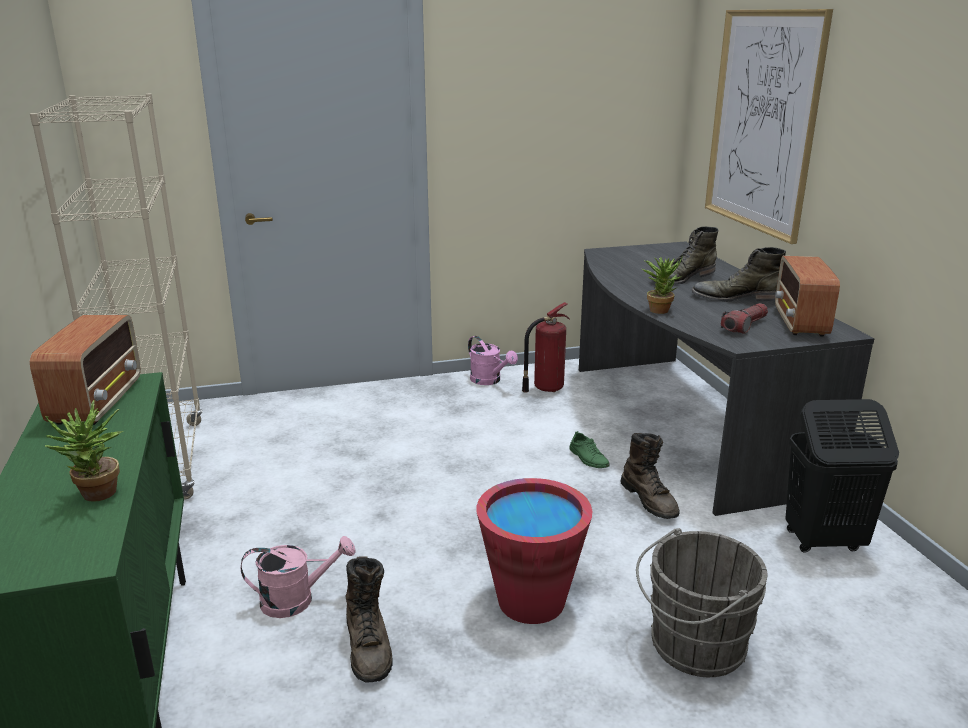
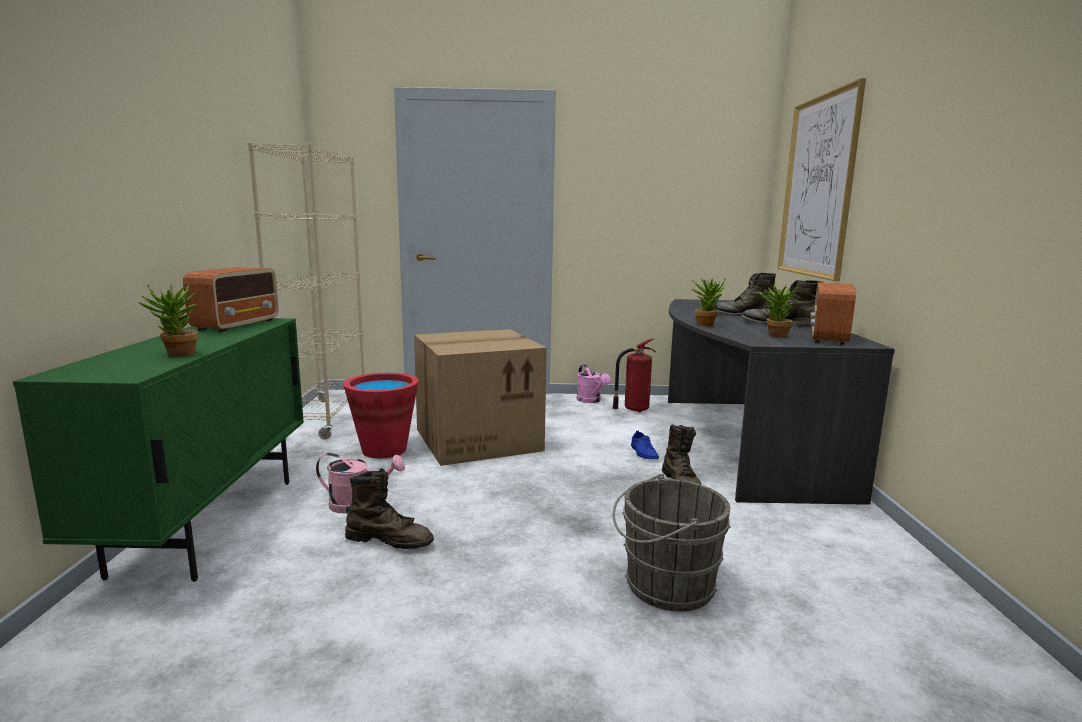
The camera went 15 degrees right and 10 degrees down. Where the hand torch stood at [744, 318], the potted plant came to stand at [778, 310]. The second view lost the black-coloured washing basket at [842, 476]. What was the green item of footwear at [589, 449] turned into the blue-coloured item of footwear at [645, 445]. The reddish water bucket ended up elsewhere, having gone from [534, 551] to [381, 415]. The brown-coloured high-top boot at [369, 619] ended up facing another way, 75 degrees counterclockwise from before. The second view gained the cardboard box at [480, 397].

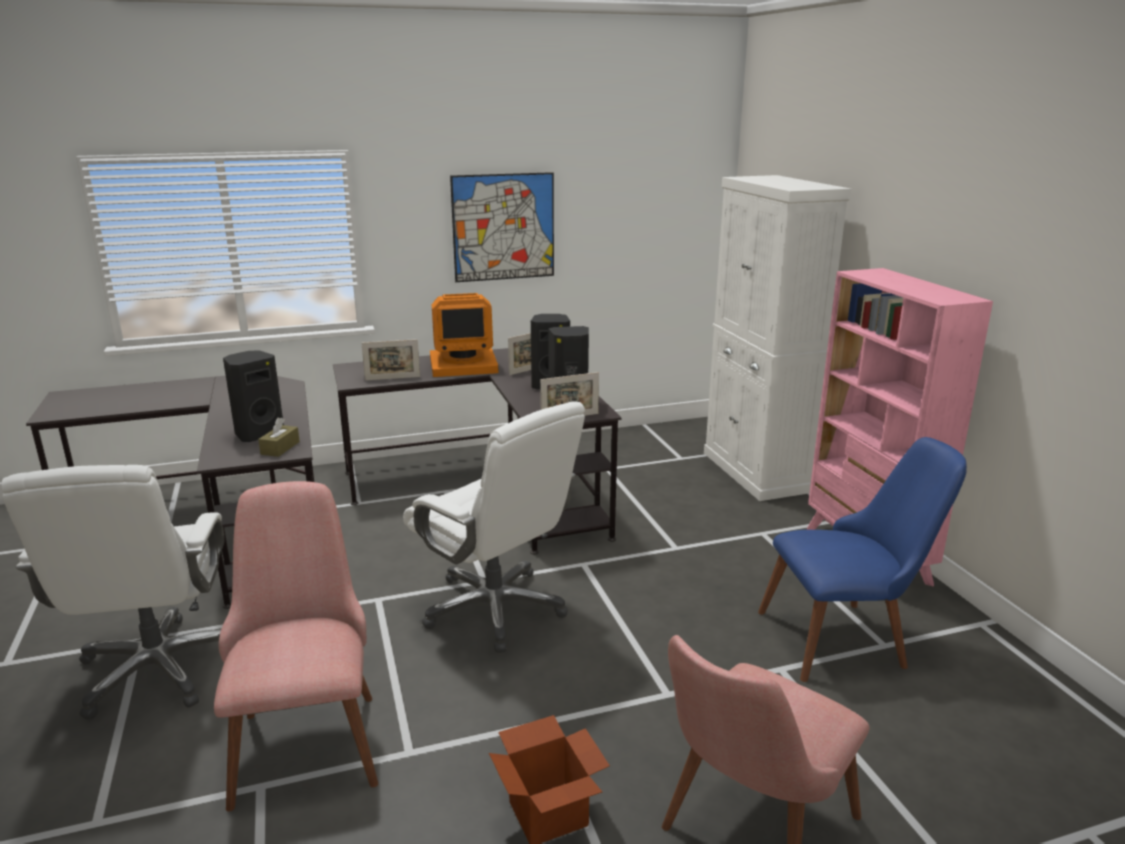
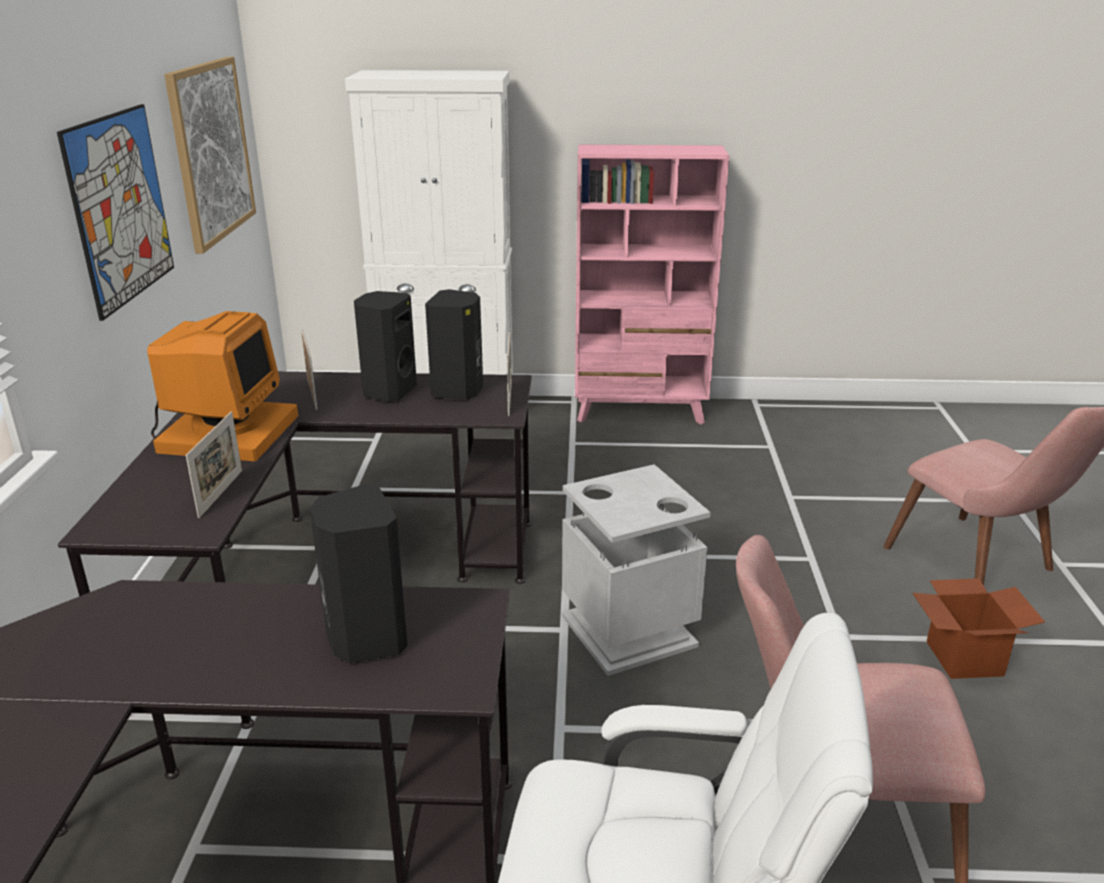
The camera went 70 degrees left and 5 degrees up. Where the whitish desk chair stood at [494, 527], the greyish trash can came to stand at [636, 570]. The second view lost the brown-coloured tissue box at [279, 437]. The second view lost the blue-coloured chair at [862, 559]. The second view gained the picture at [210, 155].

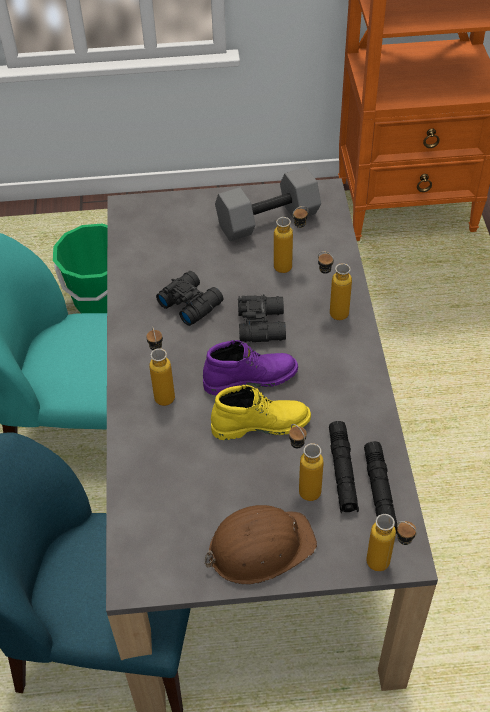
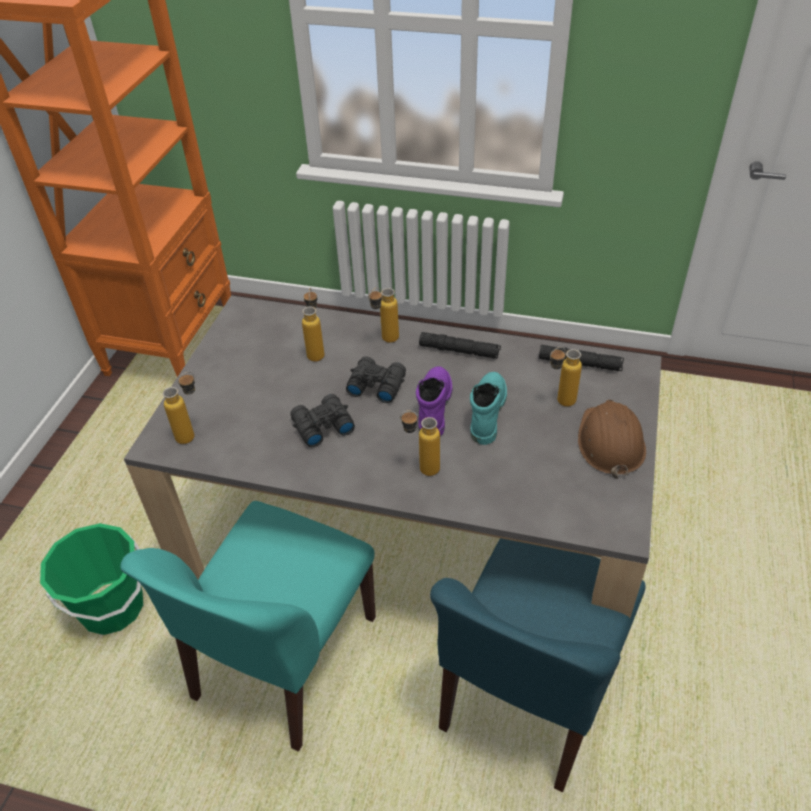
The camera went 70 degrees left and 5 degrees down. The second view lost the greyish free weight at [268, 204]. What was the yellow high-top boot at [261, 412] turned into the blue-green high-top boot at [488, 408]. The black-coloured hand torch ended up elsewhere, having gone from [344, 467] to [460, 345]. The drink bottle ended up elsewhere, having gone from [391, 542] to [179, 408].

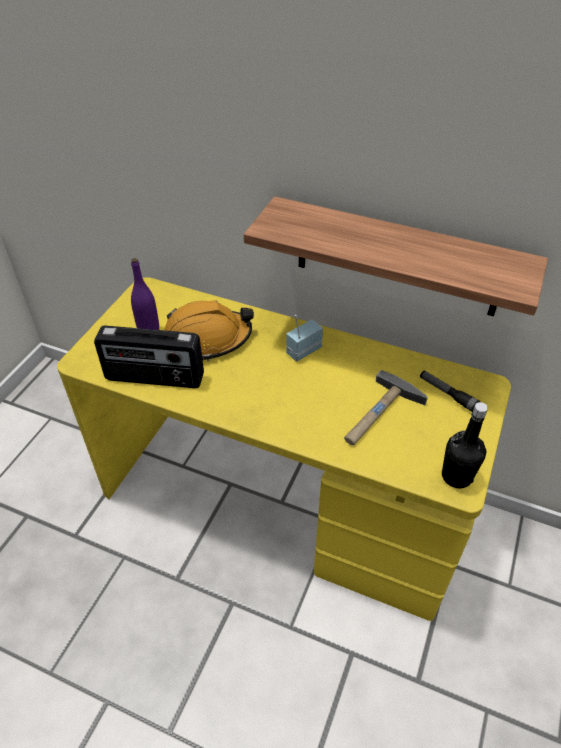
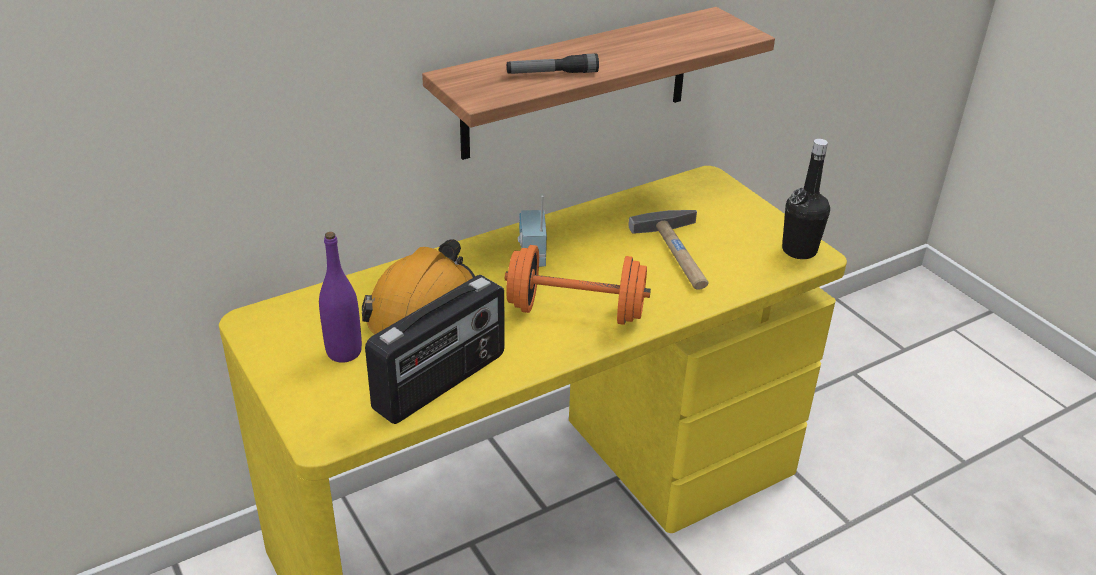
The camera went 55 degrees left and 10 degrees down. The hand torch ended up elsewhere, having gone from [450, 391] to [553, 63]. The second view gained the orange free weight at [578, 285].

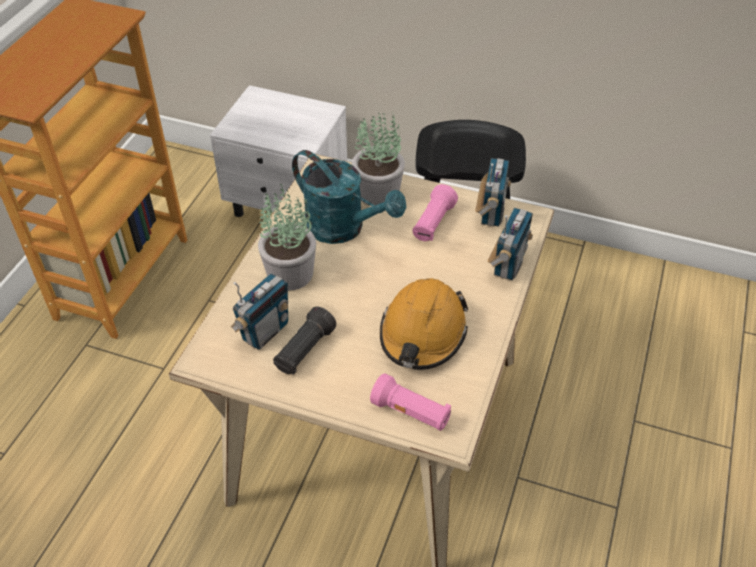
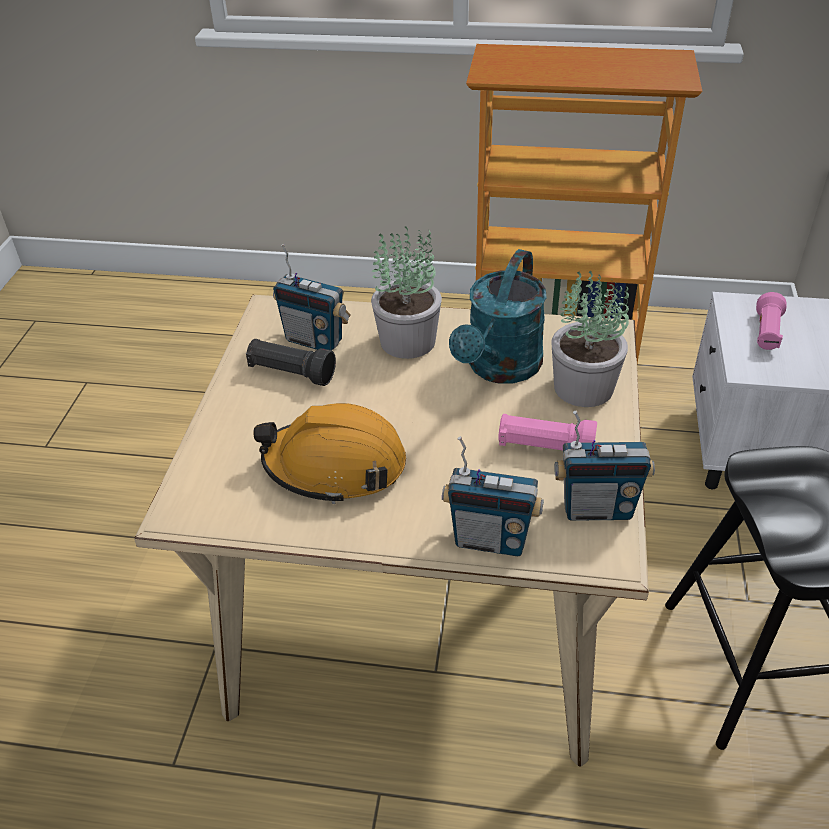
The camera went 80 degrees right and 5 degrees down. The pink-coloured hand torch ended up elsewhere, having gone from [410, 402] to [771, 321].

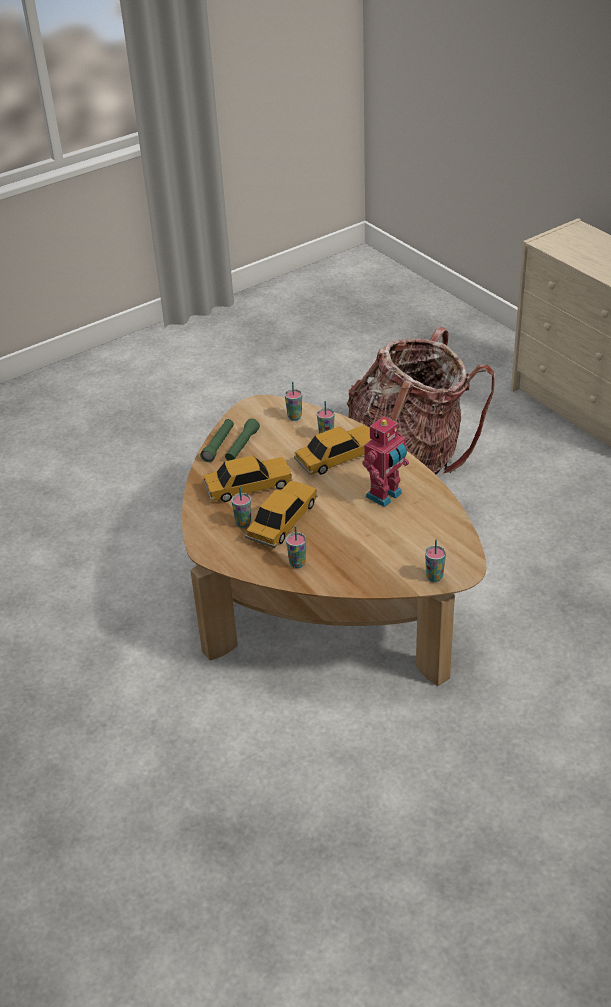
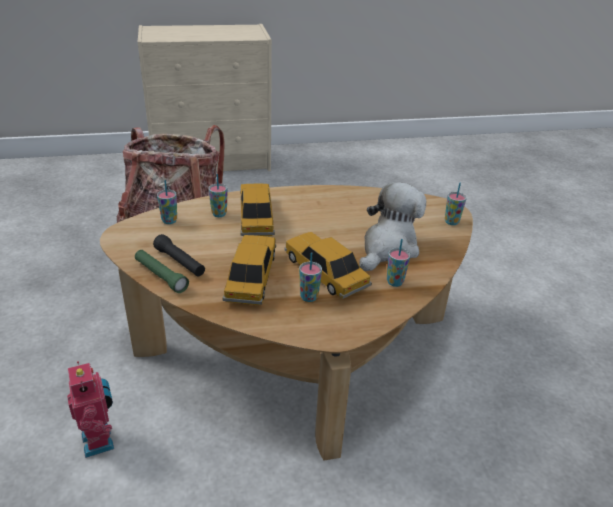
The camera went 70 degrees left and 5 degrees down. The model robot ended up elsewhere, having gone from [385, 461] to [90, 409]. What was the green hand torch at [242, 440] turned into the black-coloured hand torch at [179, 255]. The second view gained the soft toy at [392, 226].

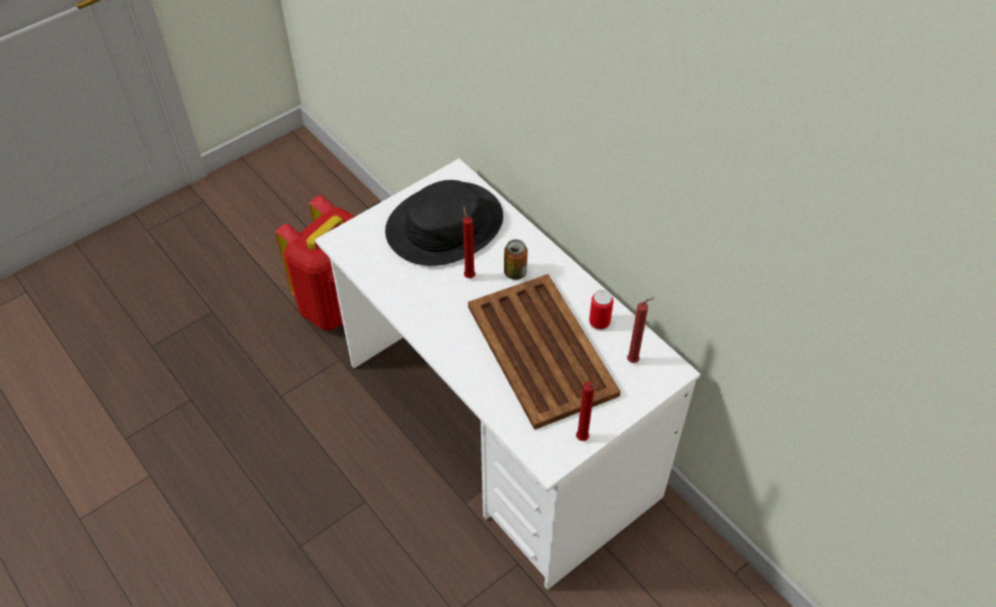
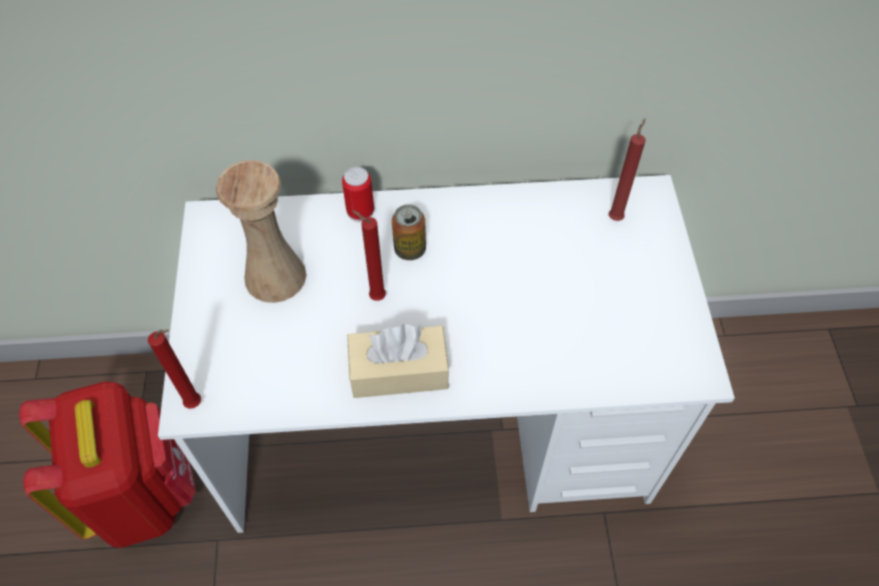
The camera went 55 degrees left and 5 degrees up. Where the black-coloured wearable hat stood at [444, 223], the beige decorative vase came to stand at [261, 231]. The second view lost the brown-coloured serving tray at [544, 352]. The can ended up elsewhere, having gone from [601, 310] to [358, 194]. The reddish candle ended up elsewhere, having gone from [586, 411] to [174, 369]. The second view gained the beige tissue box at [398, 361].

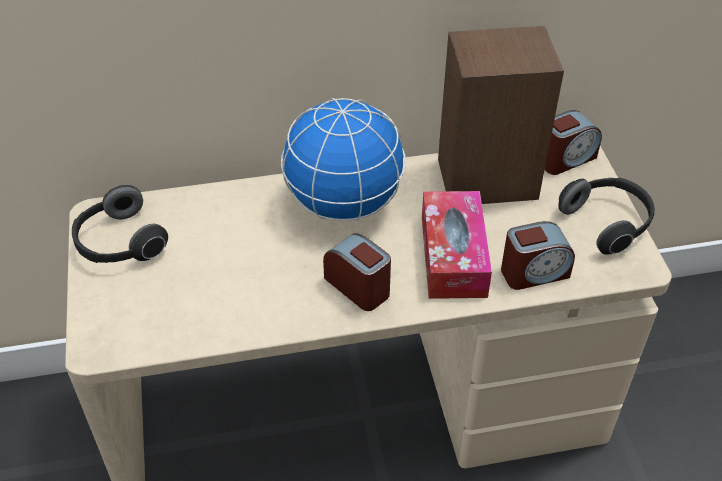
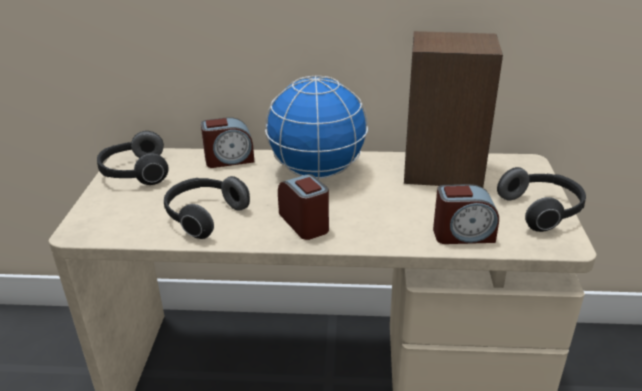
The camera went 15 degrees right and 15 degrees down. The table clock ended up elsewhere, having gone from [573, 142] to [227, 142]. The second view lost the tissue box at [457, 245]. The second view gained the headset at [207, 207].

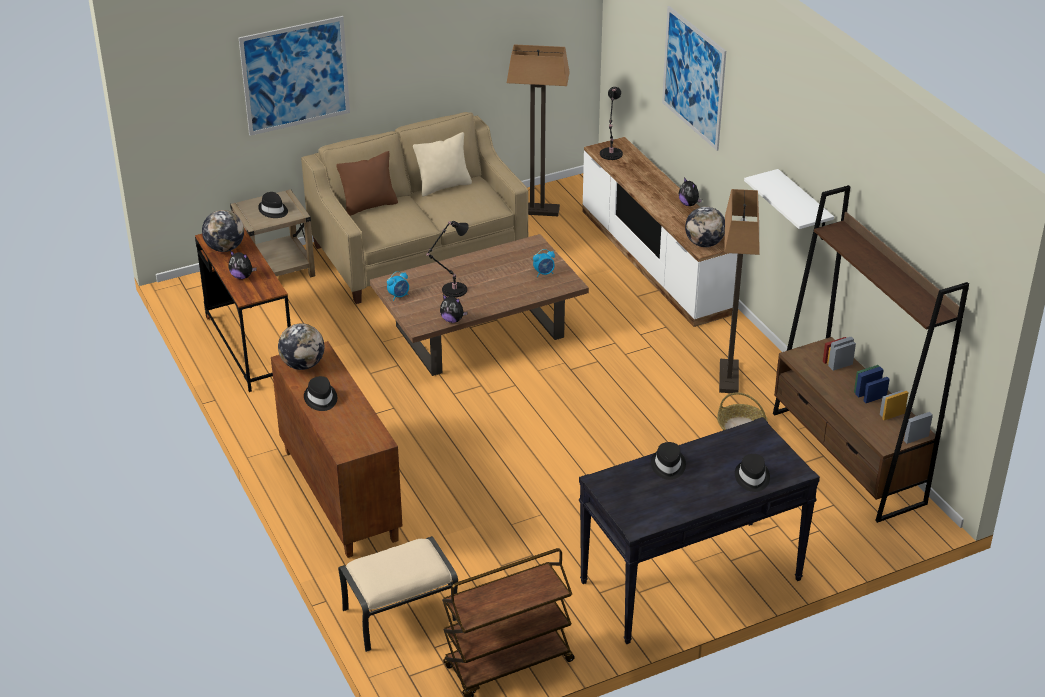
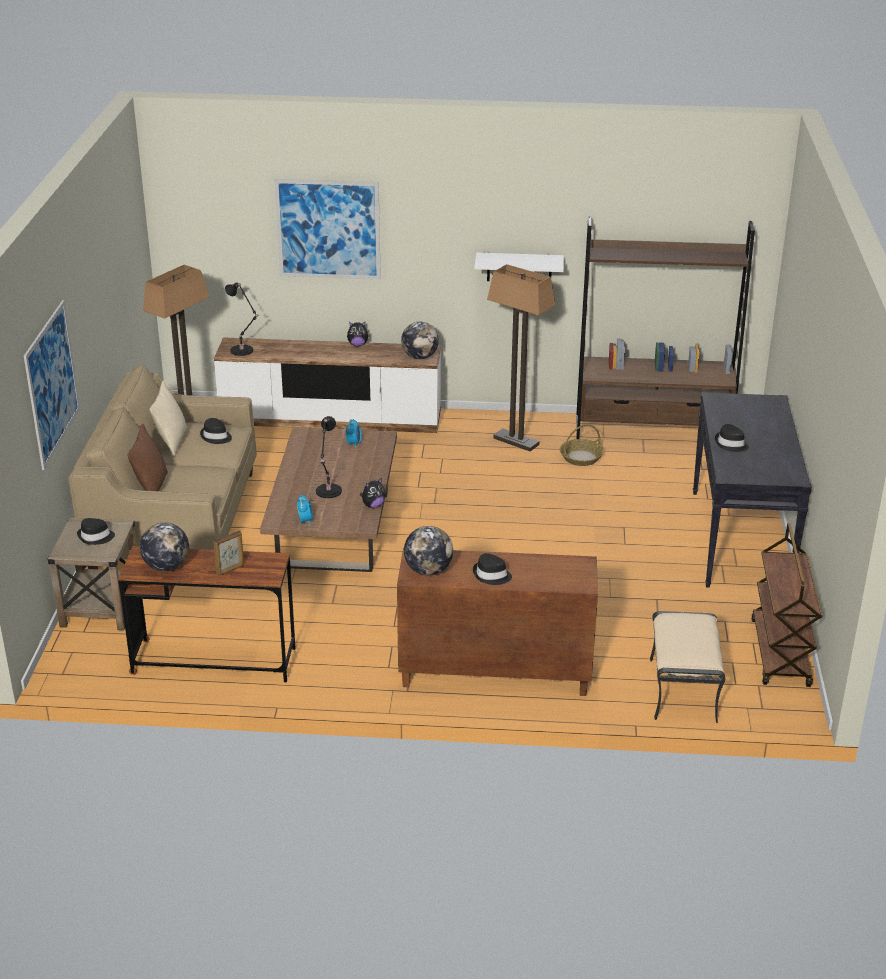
The camera went 60 degrees left and 5 degrees down. Where the soft toy stood at [242, 265], the standing frame came to stand at [228, 553]. The black-coloured wearable hat ended up elsewhere, having gone from [752, 473] to [216, 431].

